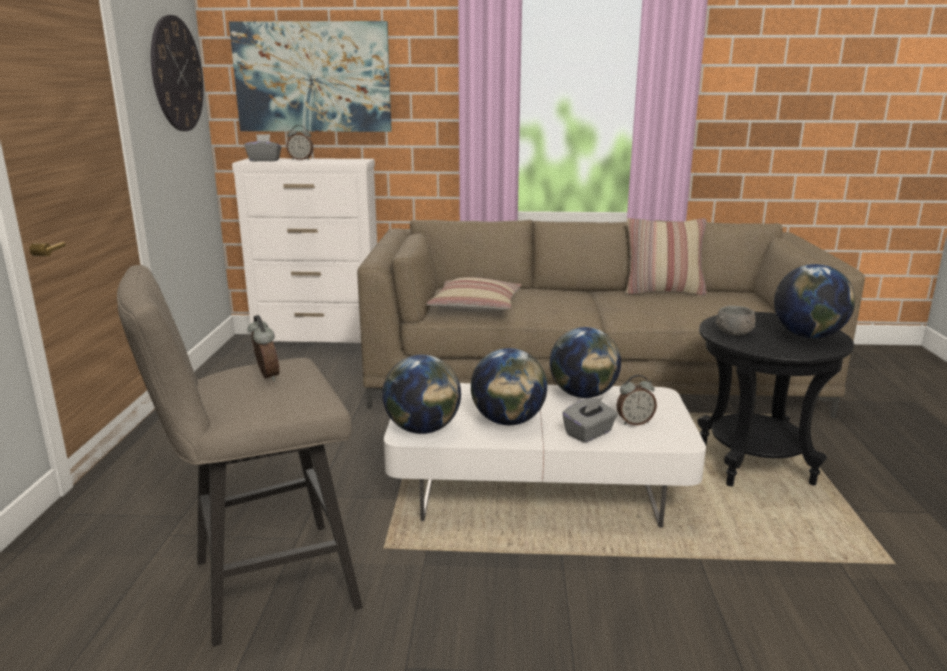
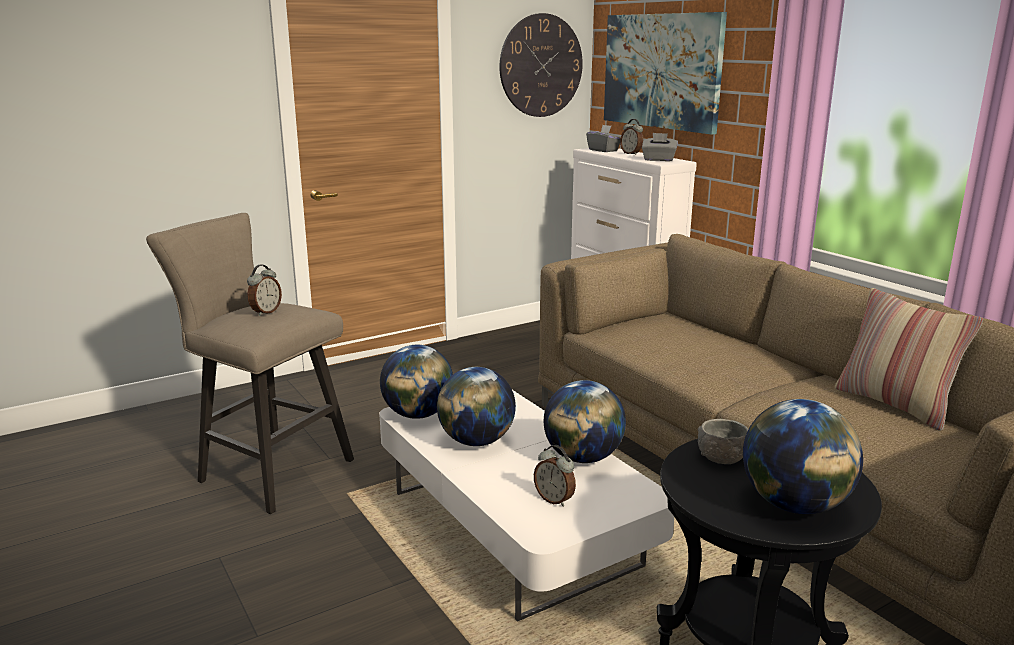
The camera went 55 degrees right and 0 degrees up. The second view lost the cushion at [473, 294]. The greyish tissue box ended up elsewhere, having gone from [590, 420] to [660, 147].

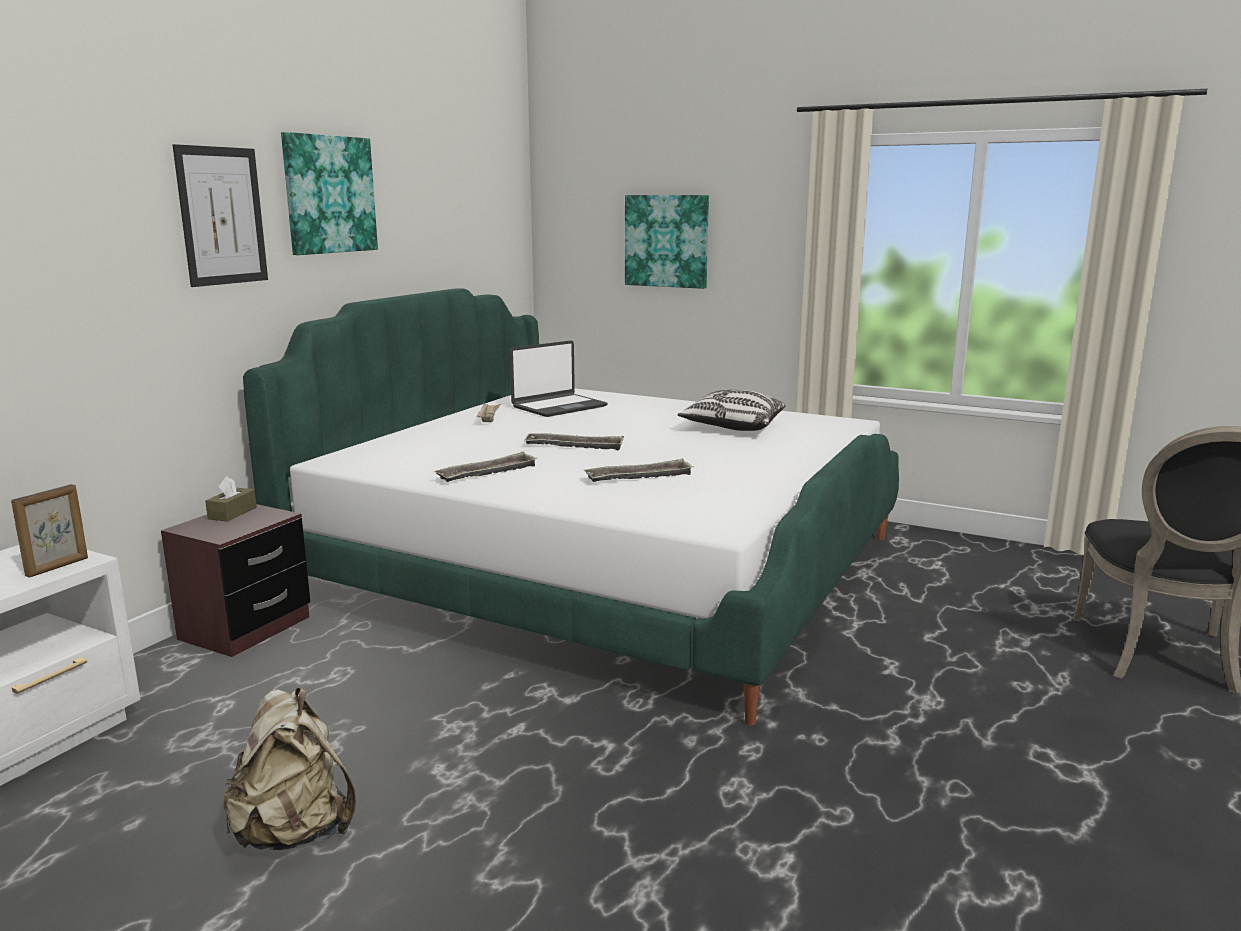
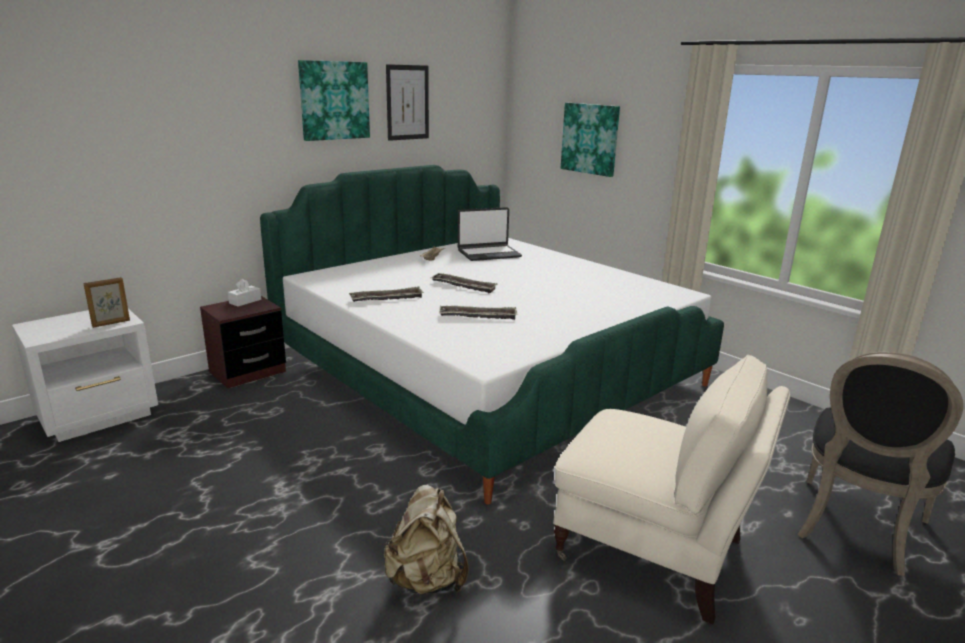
The camera went 20 degrees right and 5 degrees up. The picture ended up elsewhere, having gone from [220, 215] to [407, 102]. The second view lost the cushion at [731, 410]. What was the brown-coloured tissue box at [231, 499] turned into the whitish tissue box at [244, 293]. The beige knapsack ended up elsewhere, having gone from [289, 769] to [426, 540]. The second view gained the beige armchair at [671, 489].

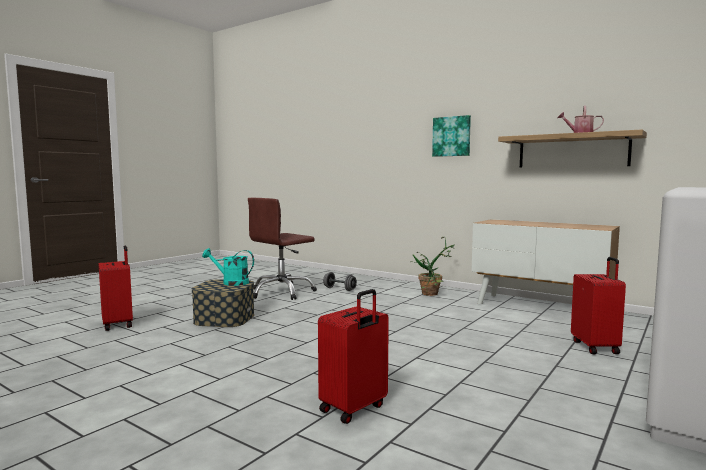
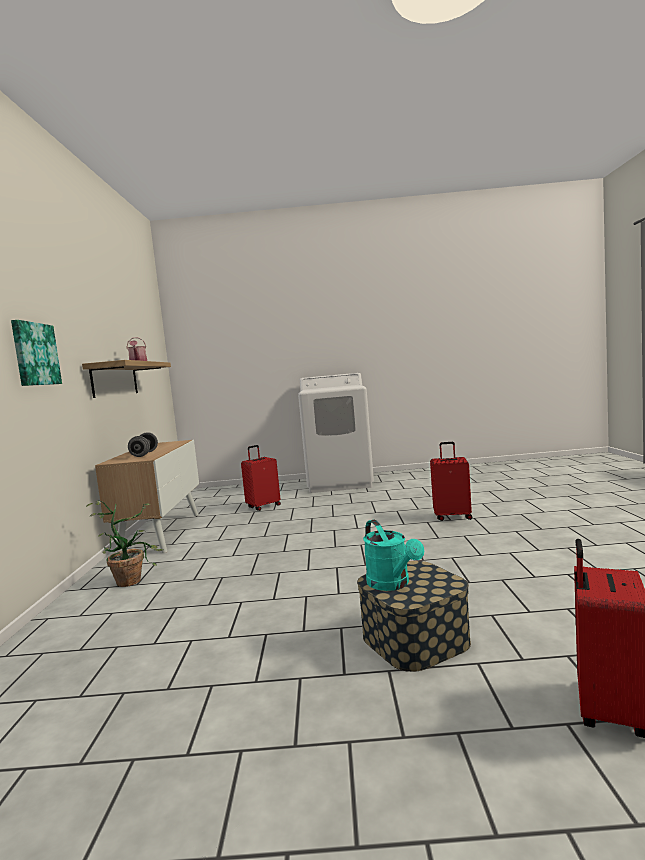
The camera went 125 degrees left and 0 degrees up. The second view lost the brown-coloured desk chair at [282, 249]. The greyish free weight ended up elsewhere, having gone from [340, 281] to [143, 444].

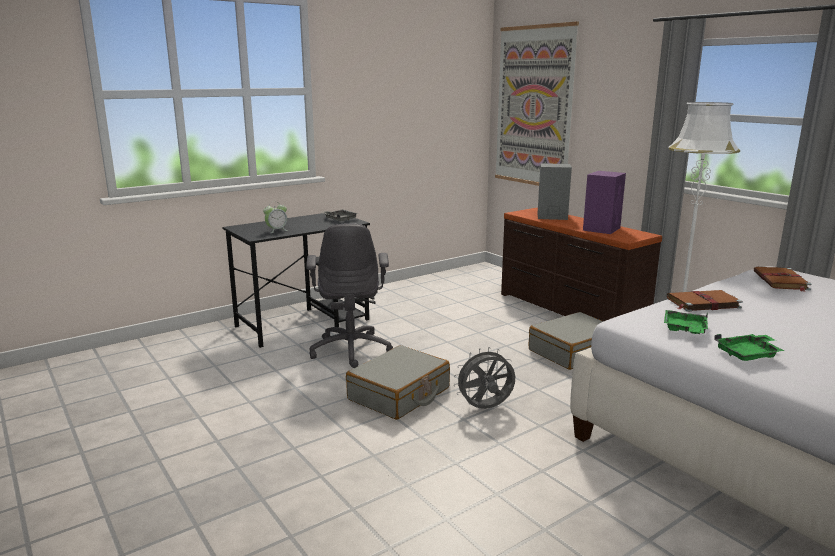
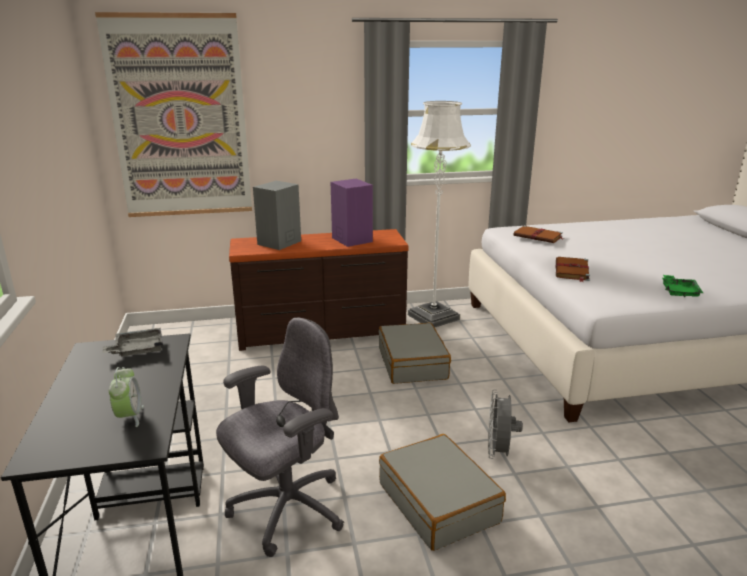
The camera went 65 degrees left and 5 degrees up. The greyish desk chair at [349, 295] ended up facing another way, 60 degrees counterclockwise from before. The second view lost the green serving tray at [686, 322].

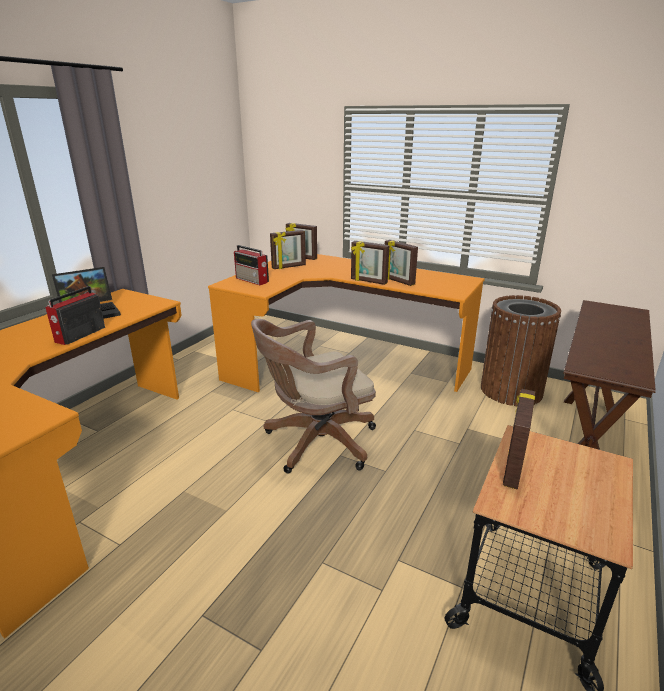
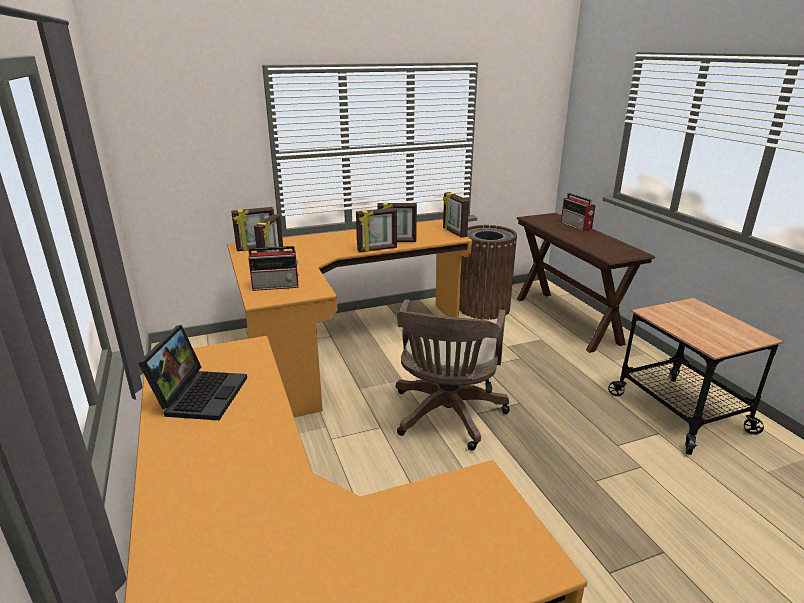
The camera went 50 degrees left and 0 degrees up. The radio receiver ended up elsewhere, having gone from [75, 315] to [578, 212]. The standing frame ended up elsewhere, having gone from [519, 439] to [456, 215].

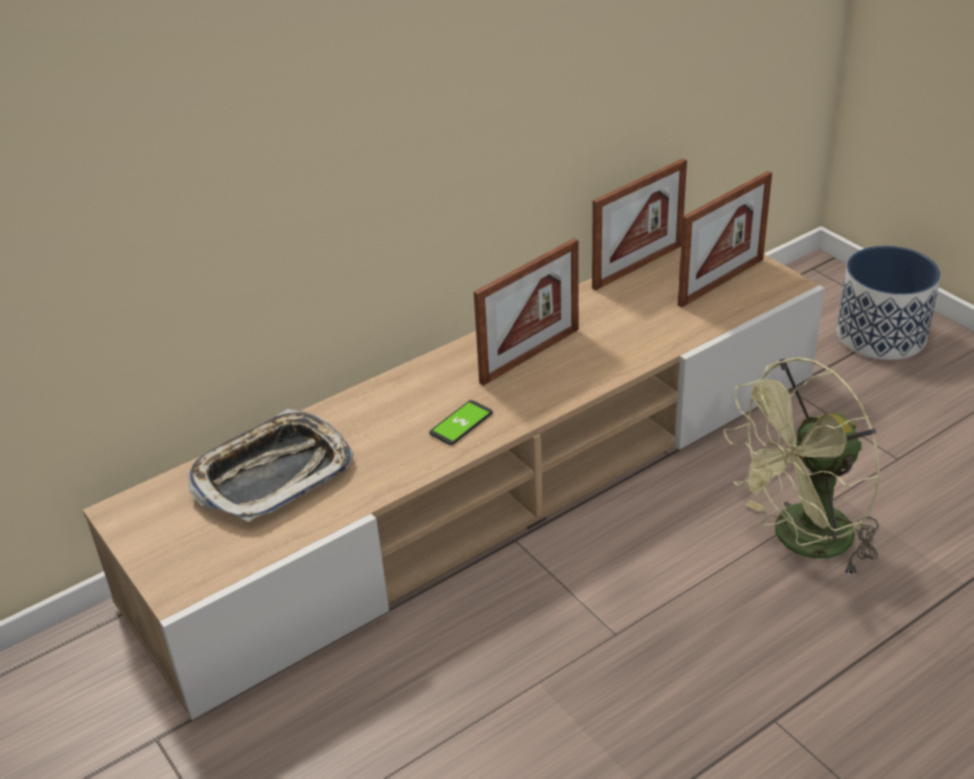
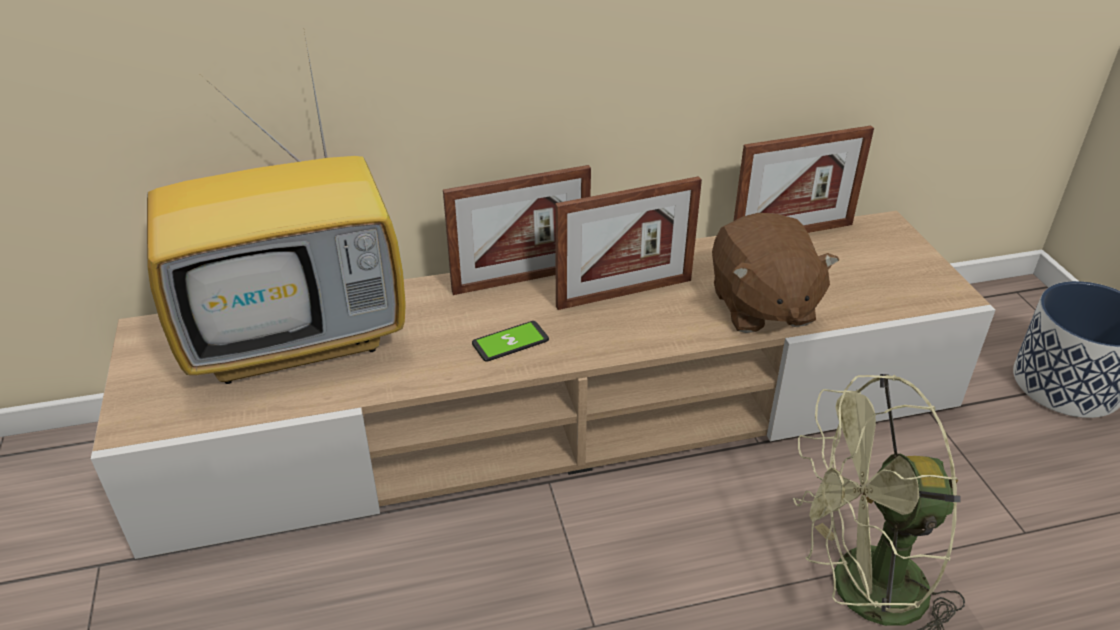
The camera went 20 degrees right and 0 degrees up. The standing frame ended up elsewhere, having gone from [725, 239] to [517, 230]. Where the serving tray stood at [270, 465], the TV came to stand at [276, 210]. The second view gained the brown-coloured soft toy at [775, 273].

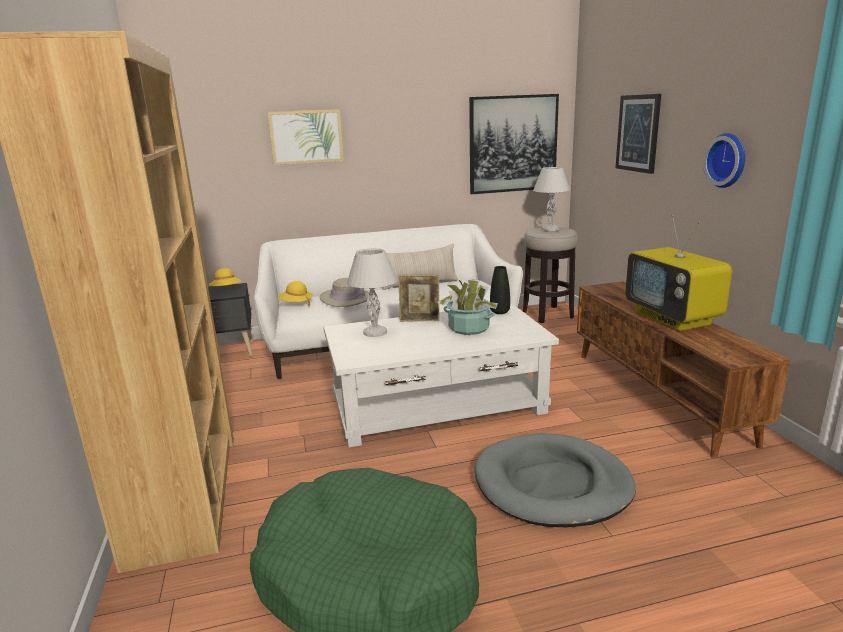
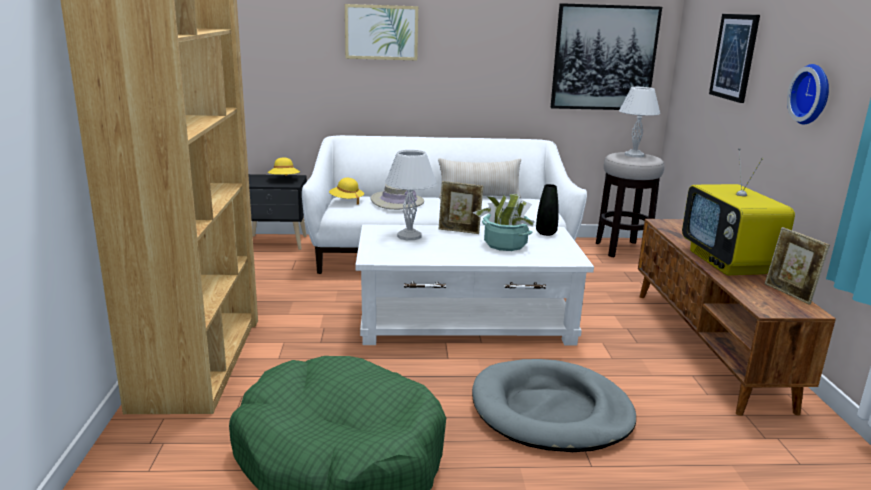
The camera went 10 degrees right and 0 degrees up. The second view gained the standing frame at [797, 266].

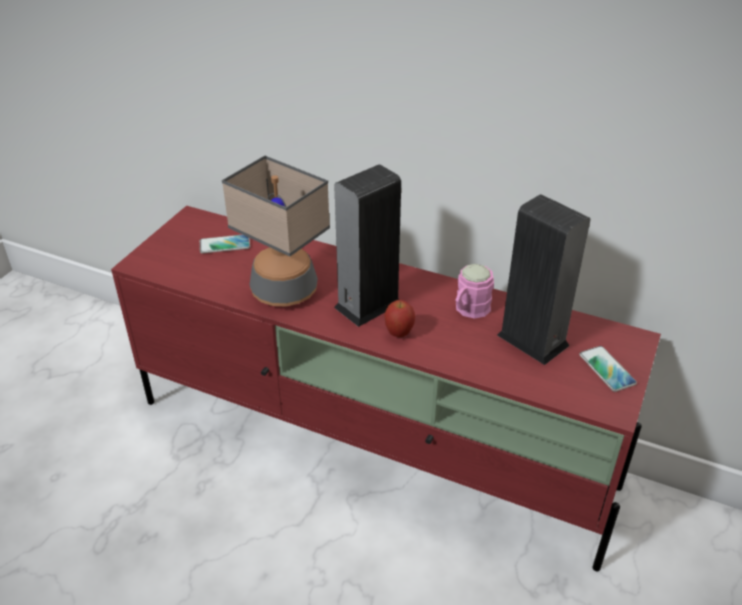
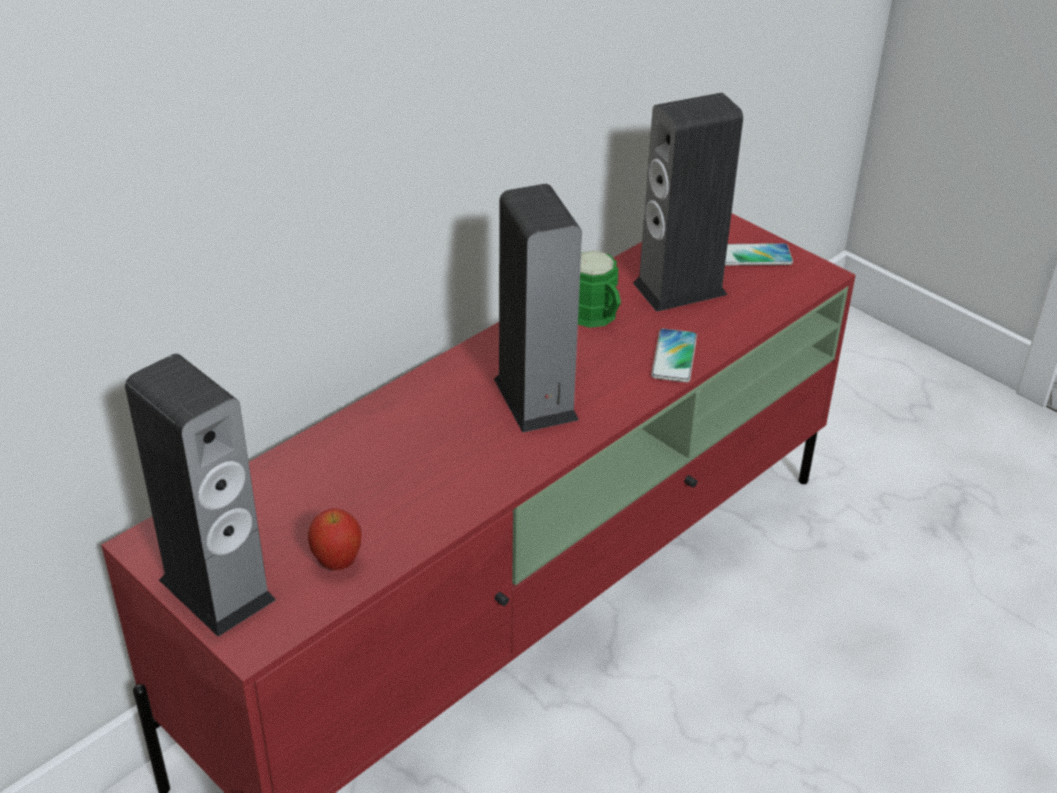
The camera went 70 degrees left and 0 degrees up. The second view lost the lamp for a table at [276, 231]. The phone ended up elsewhere, having gone from [225, 244] to [674, 355]. What was the pink-coloured coffee mug at [474, 291] turned into the green coffee mug at [599, 289]. The apple fruit ended up elsewhere, having gone from [399, 318] to [334, 539]. The second view gained the loudspeaker at [200, 495].

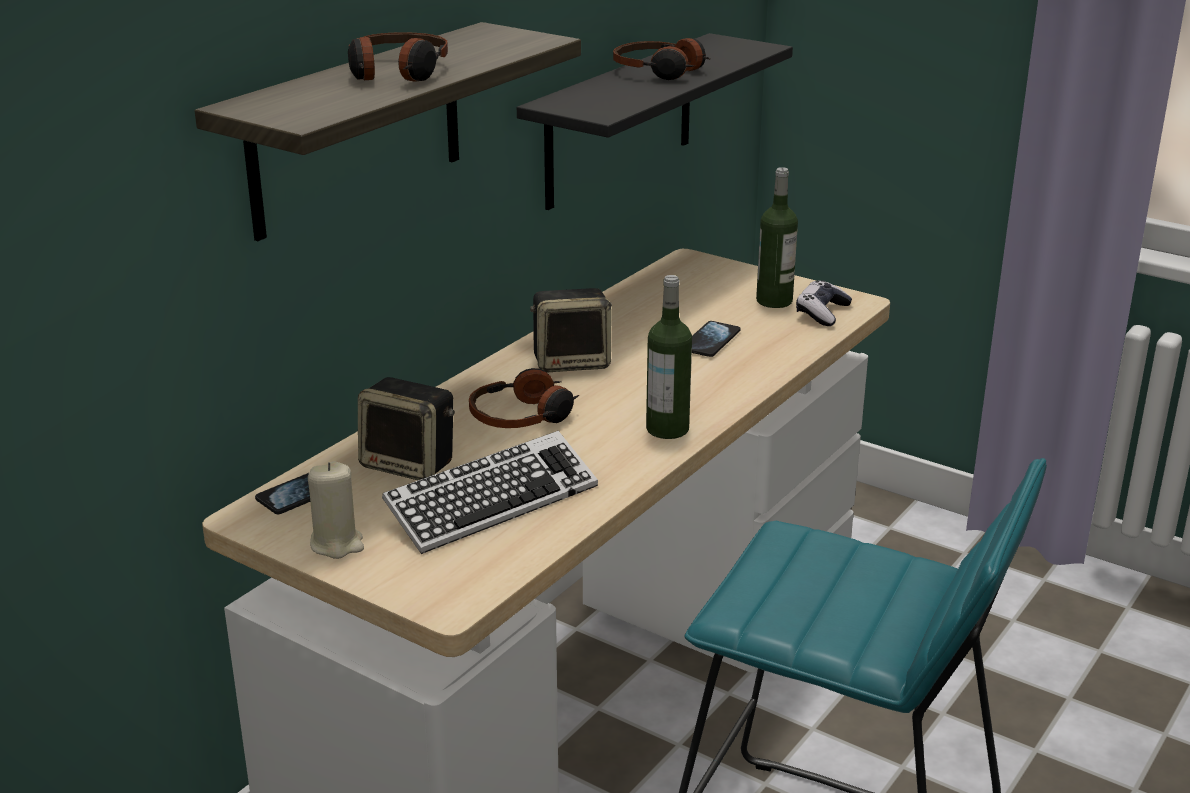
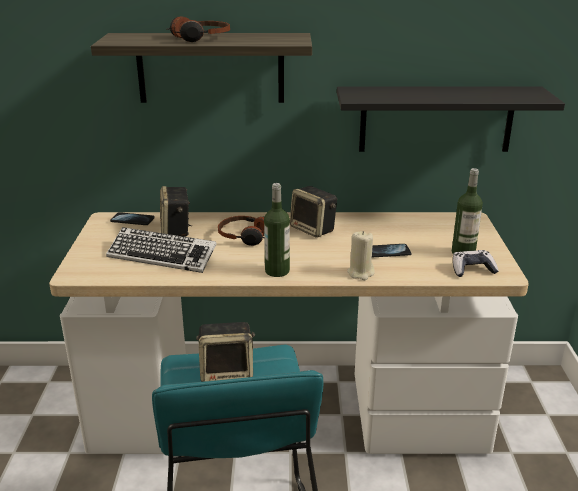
The camera went 55 degrees right and 0 degrees up. The second view lost the headset at [661, 59]. The beige candle ended up elsewhere, having gone from [336, 510] to [361, 255]. The second view gained the loudspeaker at [225, 352].

